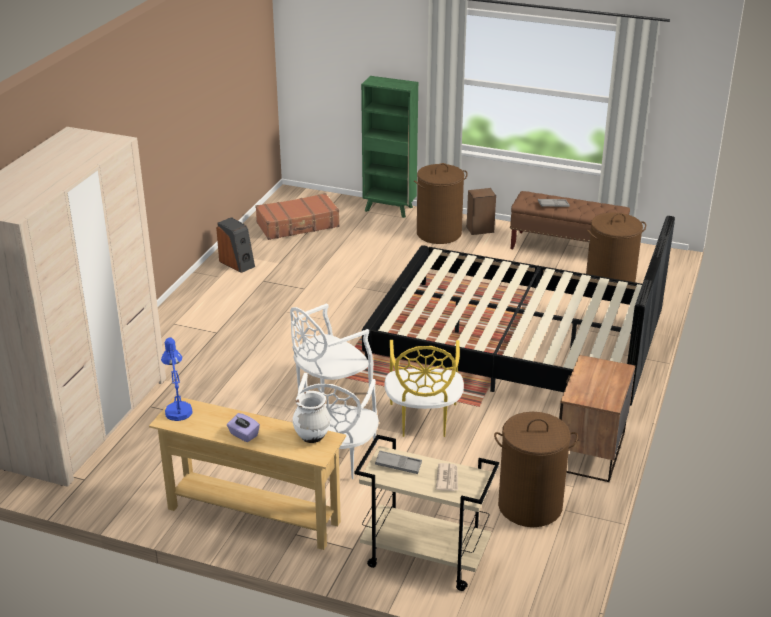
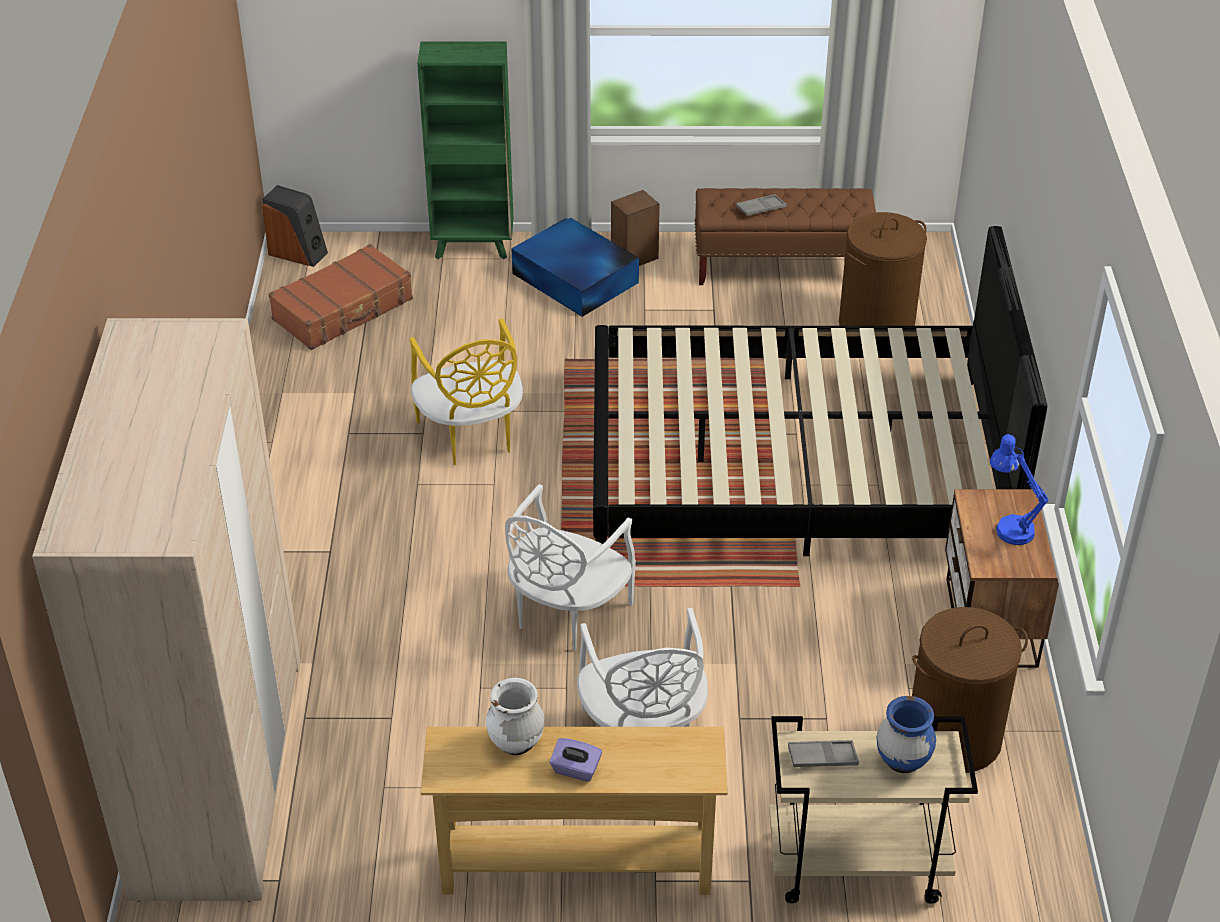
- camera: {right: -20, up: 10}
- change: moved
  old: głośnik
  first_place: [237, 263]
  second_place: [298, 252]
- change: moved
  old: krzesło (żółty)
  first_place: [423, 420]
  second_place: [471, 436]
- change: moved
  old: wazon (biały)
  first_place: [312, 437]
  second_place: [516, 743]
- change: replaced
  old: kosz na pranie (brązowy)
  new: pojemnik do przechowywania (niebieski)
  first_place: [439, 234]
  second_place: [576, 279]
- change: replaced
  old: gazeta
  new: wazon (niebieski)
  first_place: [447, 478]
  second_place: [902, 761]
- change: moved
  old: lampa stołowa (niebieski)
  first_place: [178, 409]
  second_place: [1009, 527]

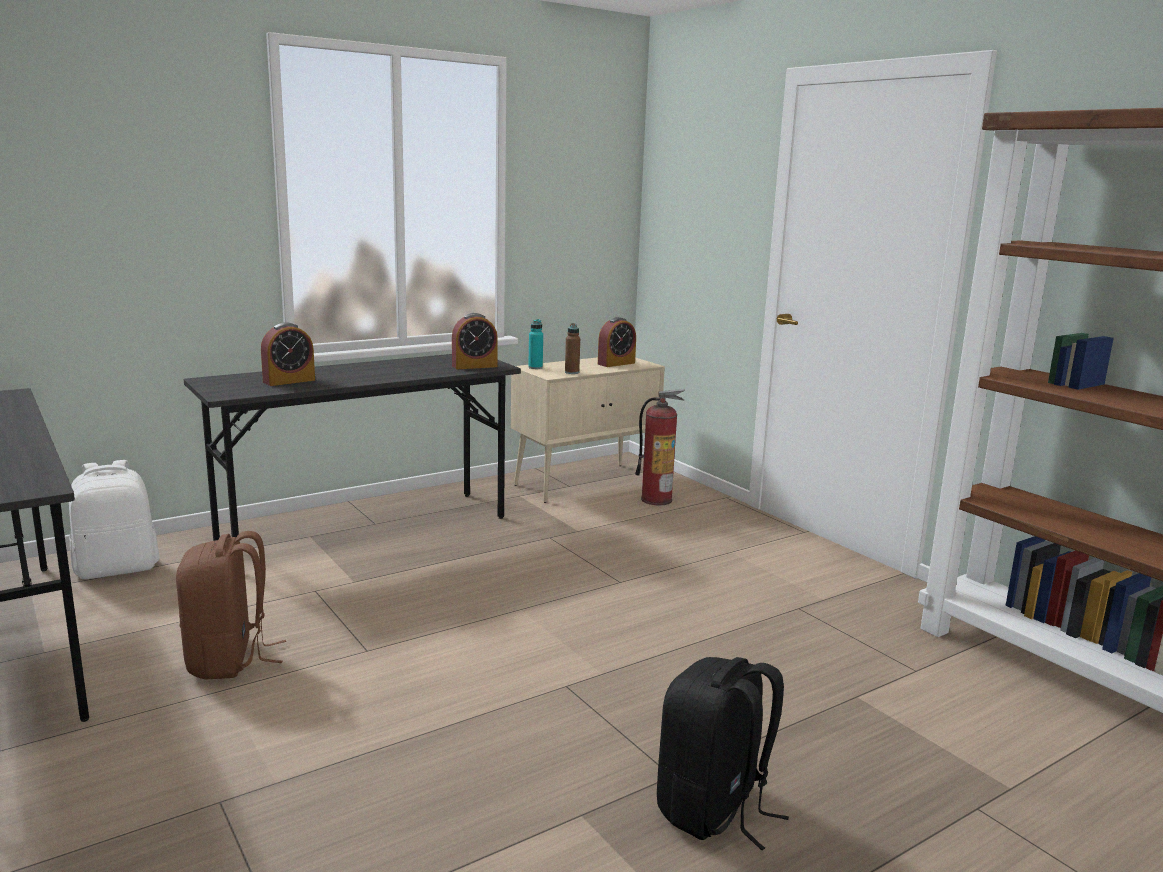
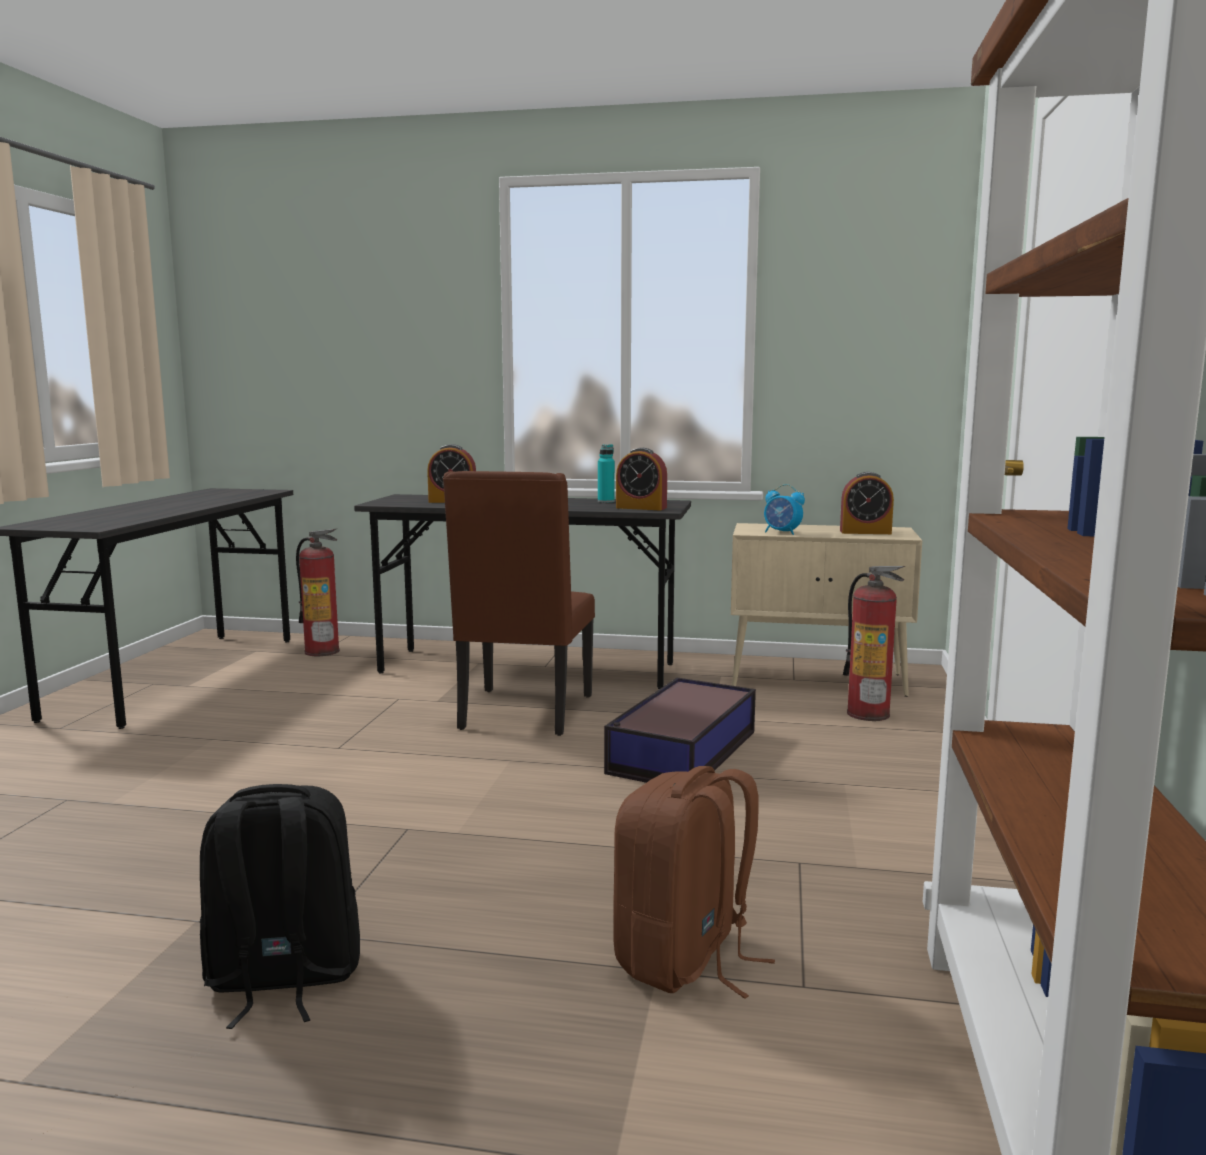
- camera: {right: 45, up: -5}
- change: replaced
  old: plecak (biały)
  new: gaśnica
  first_place: [117, 569]
  second_place: [322, 651]
- change: added
  new: krzesło (brązowy)
  second_place: [524, 713]
- change: moved
  old: butelka (turkusowy)
  first_place: [535, 367]
  second_place: [606, 501]
- change: added
  new: pojemnik do przechowywania
  second_place: [681, 752]
- change: moved
  old: plecak (brązowy)
  first_place: [229, 660]
  second_place: [685, 960]
- change: replaced
  old: butelka (brązowy)
  new: budzik
  first_place: [572, 372]
  second_place: [782, 533]

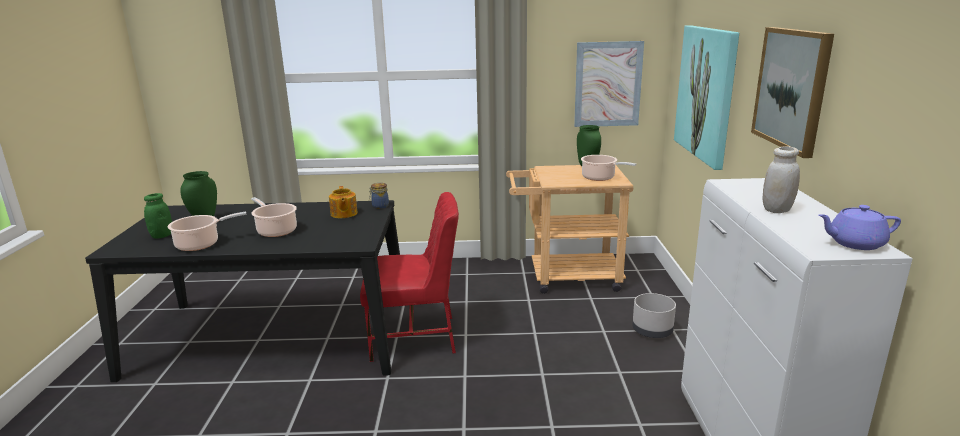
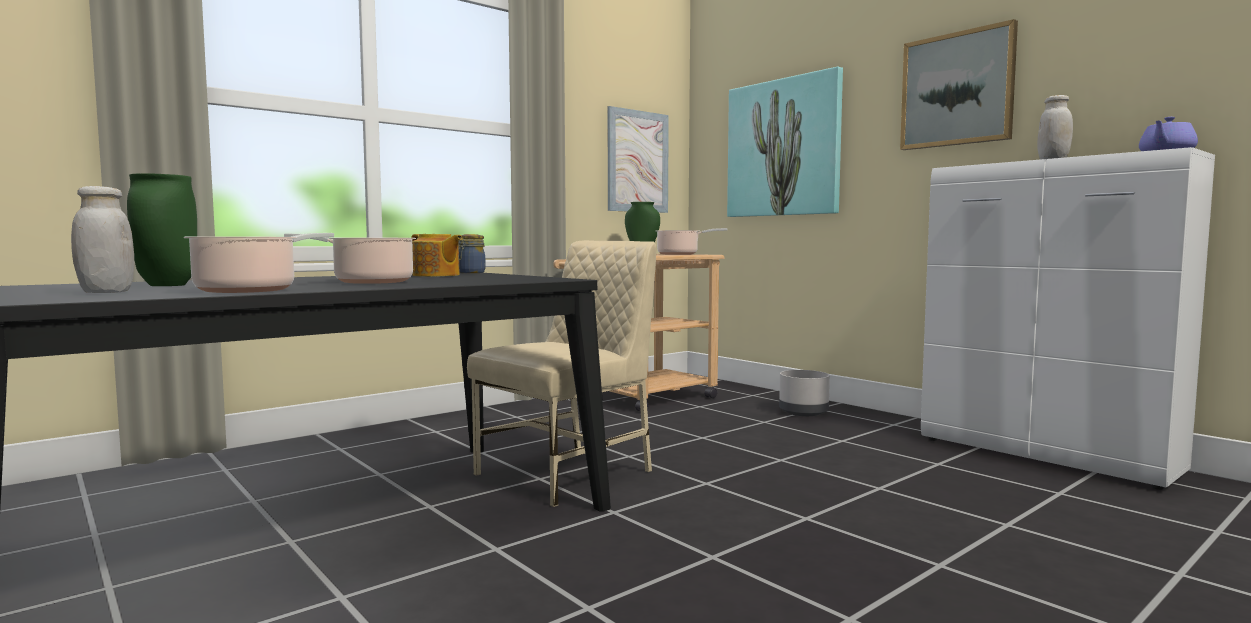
- camera: {right: -40, up: -15}
- change: recoloured
  old: słoik (zielony)
  new: słoik (biały)
  first_place: [162, 235]
  second_place: [106, 292]
- change: recoloured
  old: krzesło (czerwony)
  new: krzesło (beżowy)
  first_place: [415, 337]
  second_place: [568, 472]

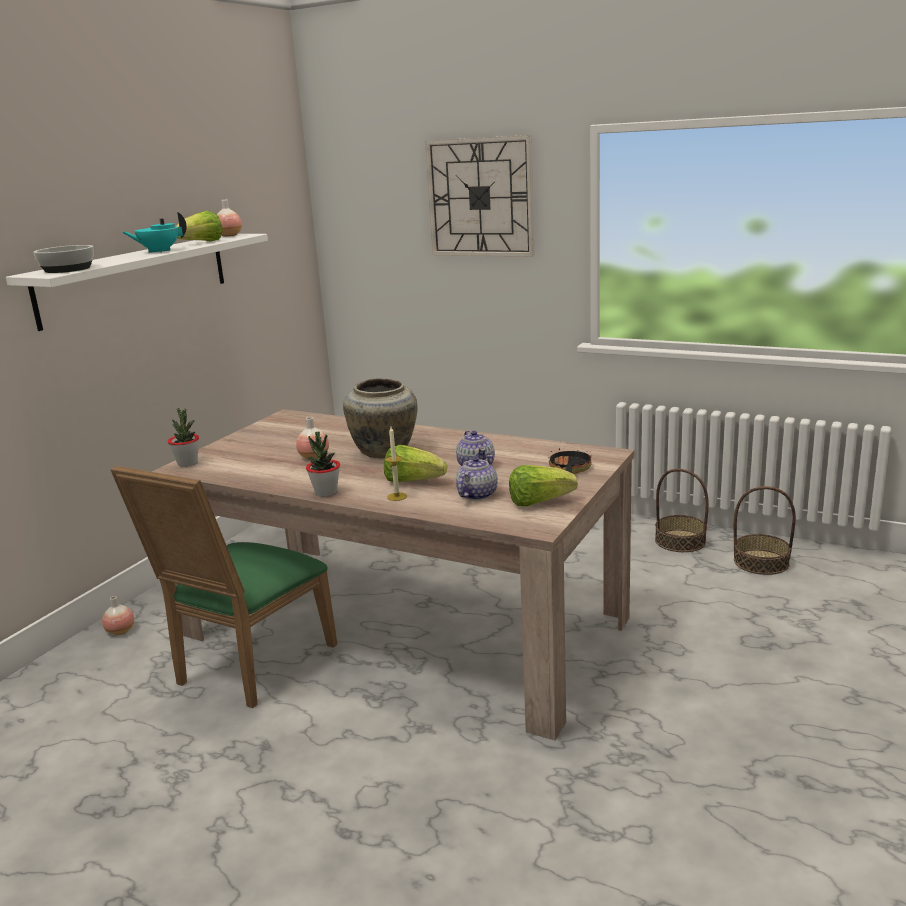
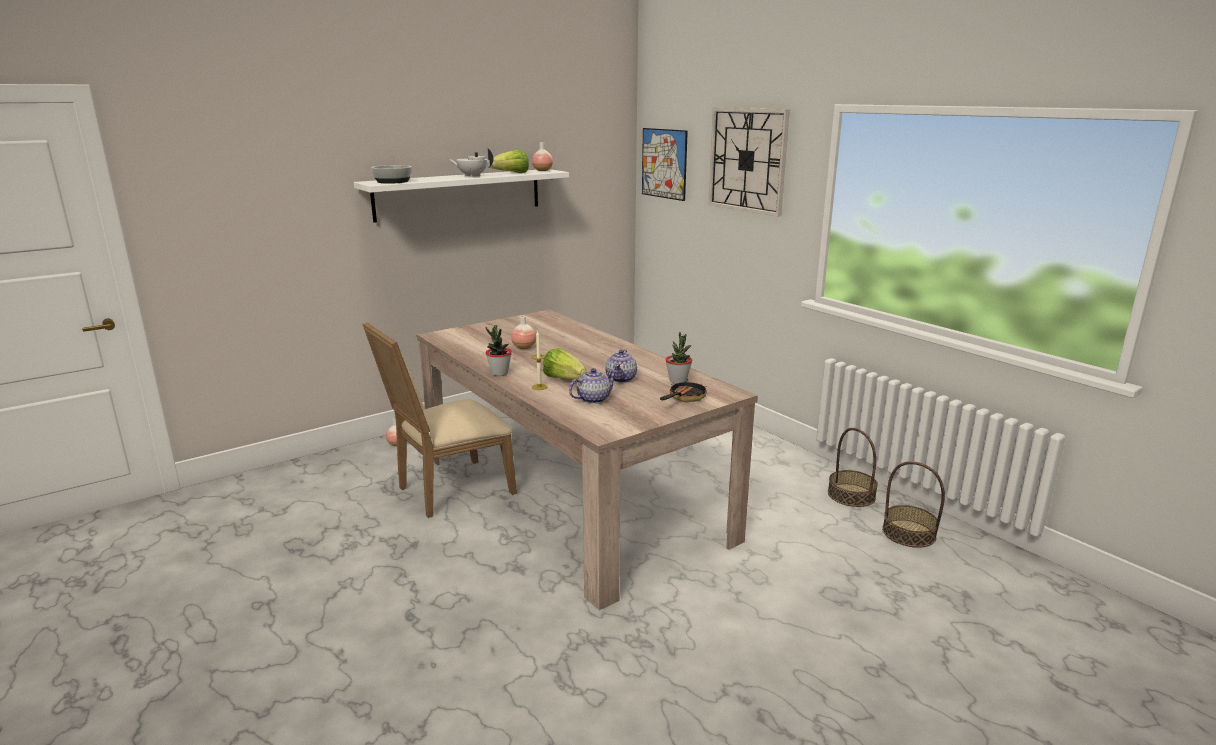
- camera: {right: 25, up: 0}
- change: recoloured
  old: krzesło (zielony)
  new: krzesło (beżowy)
  first_place: [248, 667]
  second_place: [449, 490]
- change: recoloured
  old: imbryk (turkusowy)
  new: imbryk (biały)
  first_place: [159, 251]
  second_place: [472, 176]
- change: added
  new: obraz
  second_place: [664, 163]
- change: moved
  old: roślina doniczkowa
  first_place: [187, 463]
  second_place: [678, 381]
- change: removed
  old: wazon (beżowy)
  first_place: [384, 452]
- change: removed
  old: sałata
  first_place: [539, 502]

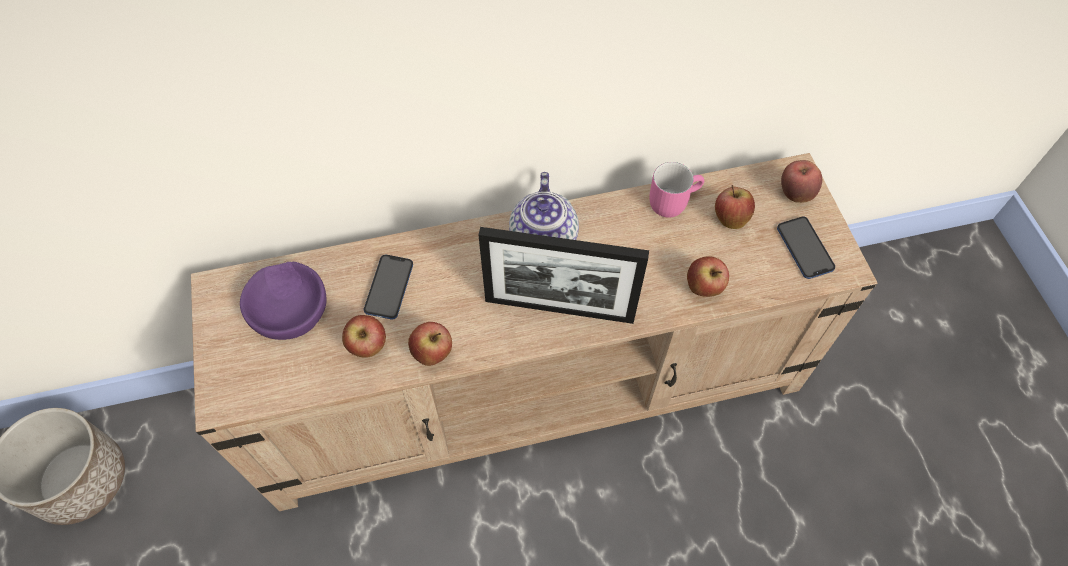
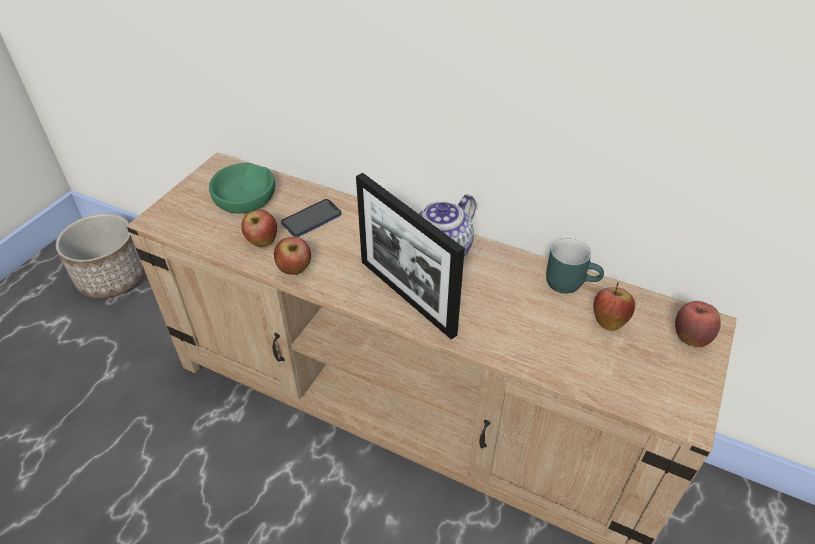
- camera: {right: 40, up: -15}
- change: recoloured
  old: miska (fioletowy)
  new: miska (zielony)
  first_place: [287, 306]
  second_place: [244, 195]
- change: recoloured
  old: kubek (różowy)
  new: kubek (turkusowy)
  first_place: [671, 200]
  second_place: [570, 281]
- change: removed
  old: jabłko
  first_place: [703, 288]
- change: removed
  old: telefon
  first_place: [804, 248]

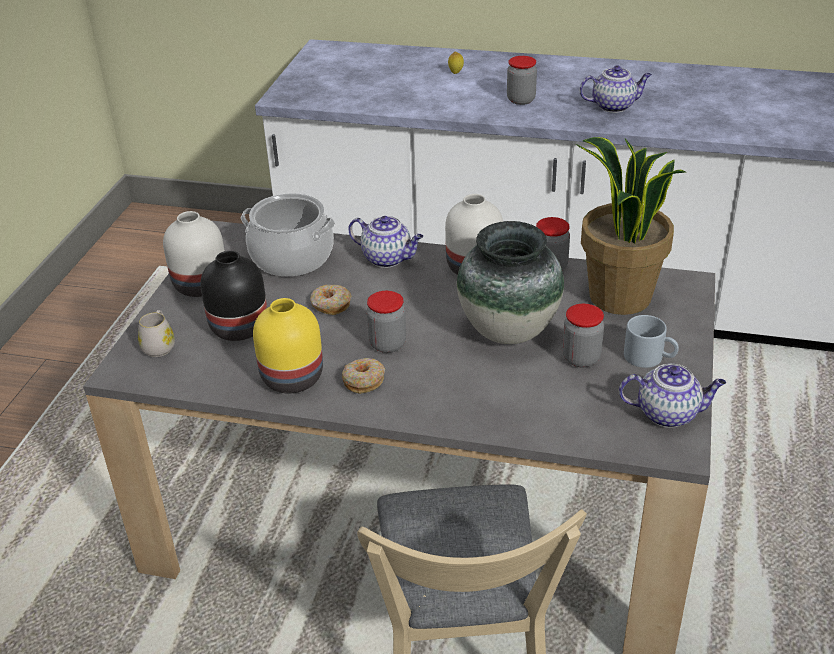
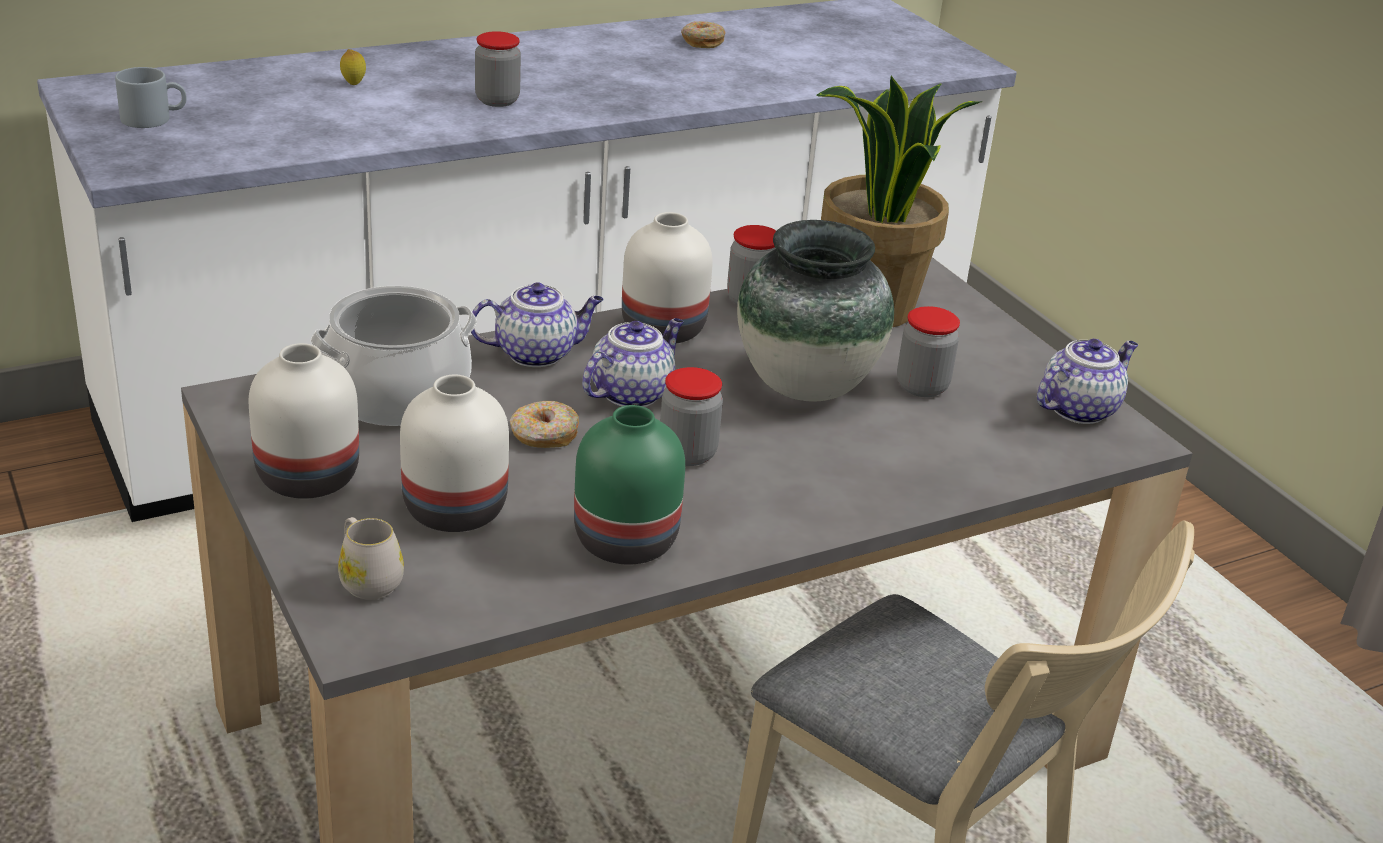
- camera: {right: -45, up: -5}
- change: moved
  old: kubek (szary)
  first_place: [650, 357]
  second_place: [154, 118]
- change: recoloured
  old: wazon (czarny)
  new: wazon (biały)
  first_place: [239, 326]
  second_place: [452, 509]
- change: recoloured
  old: wazon (żółty)
  new: wazon (zielony)
  first_place: [291, 379]
  second_place: [626, 543]
- change: moved
  old: imbryk
  first_place: [614, 106]
  second_place: [632, 392]
- change: moved
  old: donut
  first_place: [363, 381]
  second_place: [702, 42]

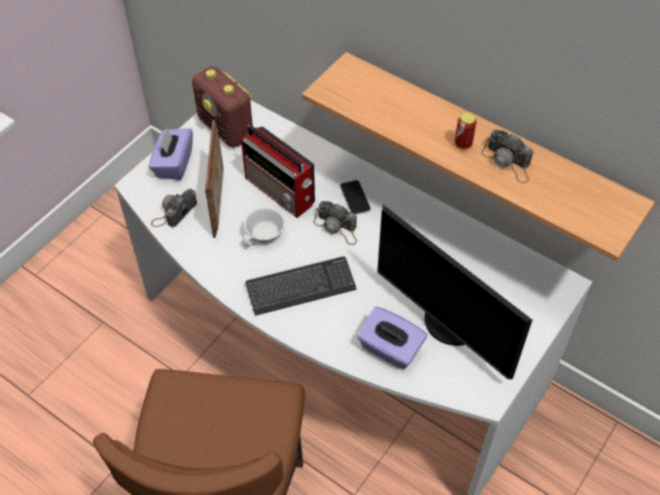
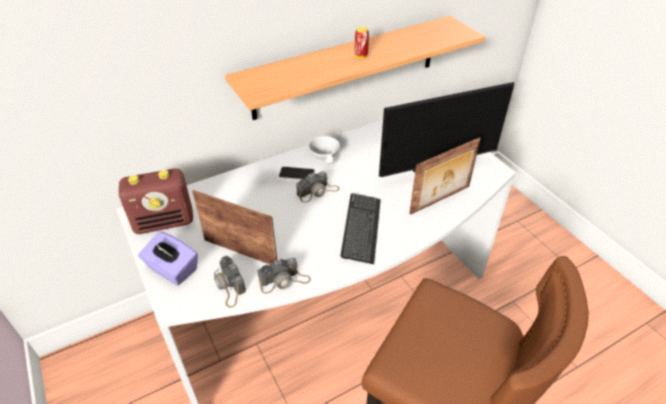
- camera: {right: -65, up: -10}
- change: moved
  old: aparat fotograficzny
  first_place: [507, 162]
  second_place: [284, 281]
- change: moved
  old: filiżanka (biały)
  first_place: [265, 236]
  second_place: [325, 156]
- change: replaced
  old: pudełko chusteczek (fioletowy)
  new: ramka na zdjęcie
  first_place: [390, 349]
  second_place: [440, 200]
- change: removed
  old: radio
  first_place: [280, 192]

